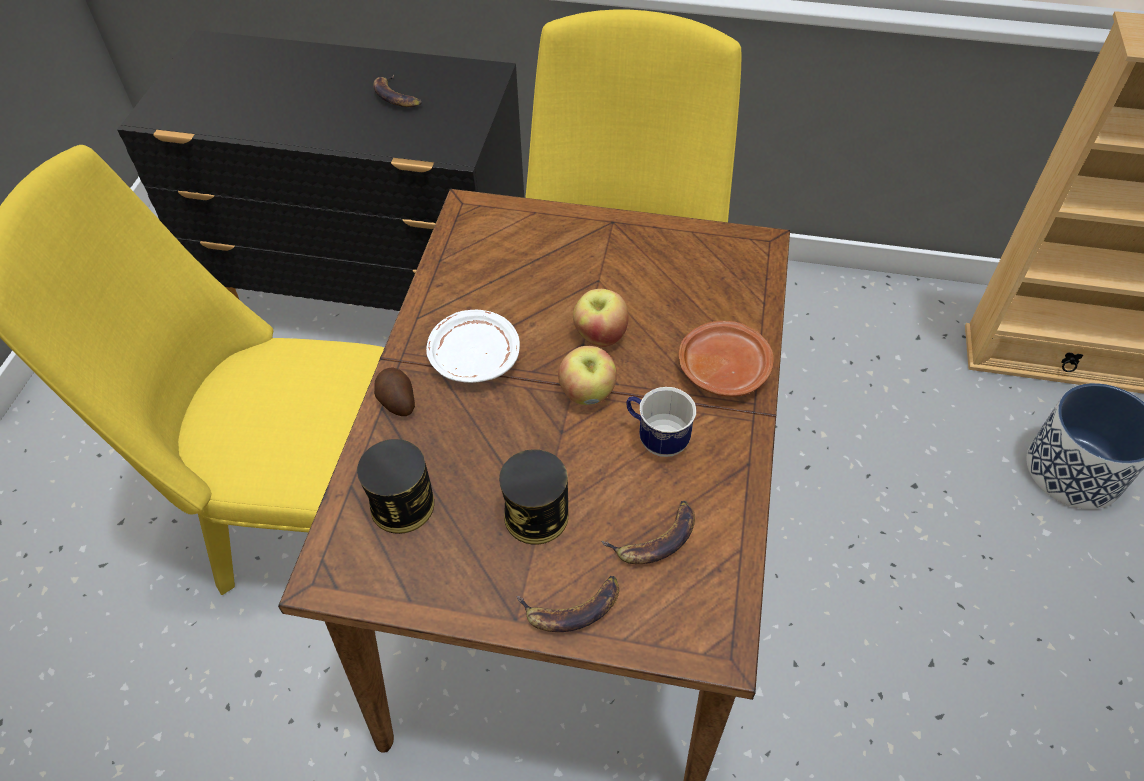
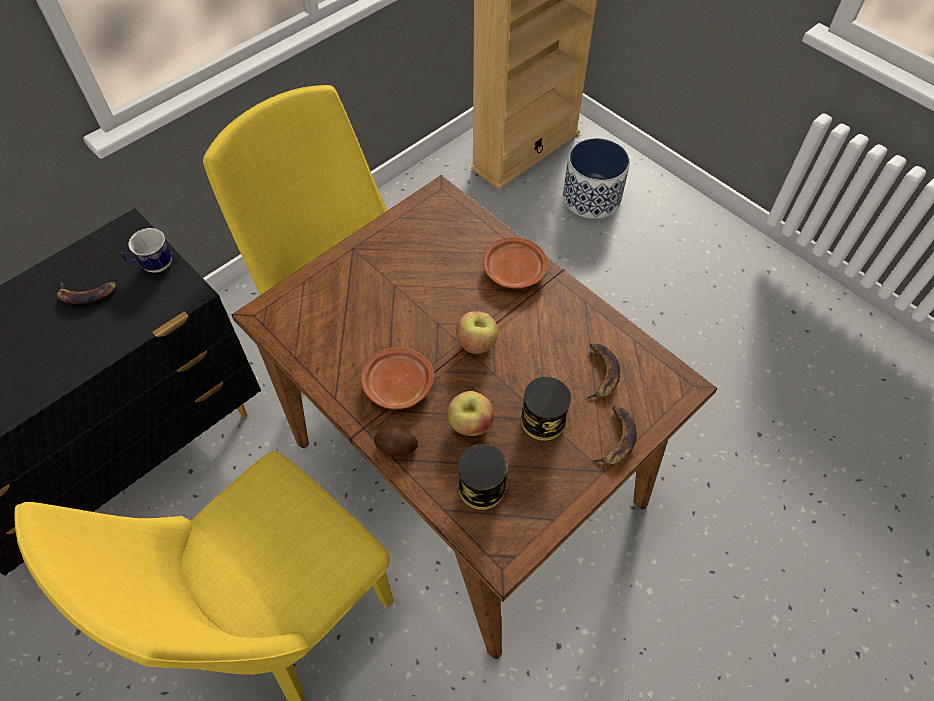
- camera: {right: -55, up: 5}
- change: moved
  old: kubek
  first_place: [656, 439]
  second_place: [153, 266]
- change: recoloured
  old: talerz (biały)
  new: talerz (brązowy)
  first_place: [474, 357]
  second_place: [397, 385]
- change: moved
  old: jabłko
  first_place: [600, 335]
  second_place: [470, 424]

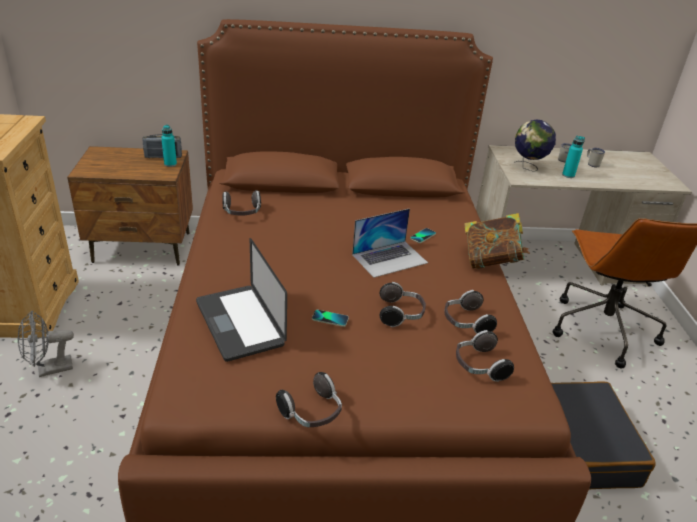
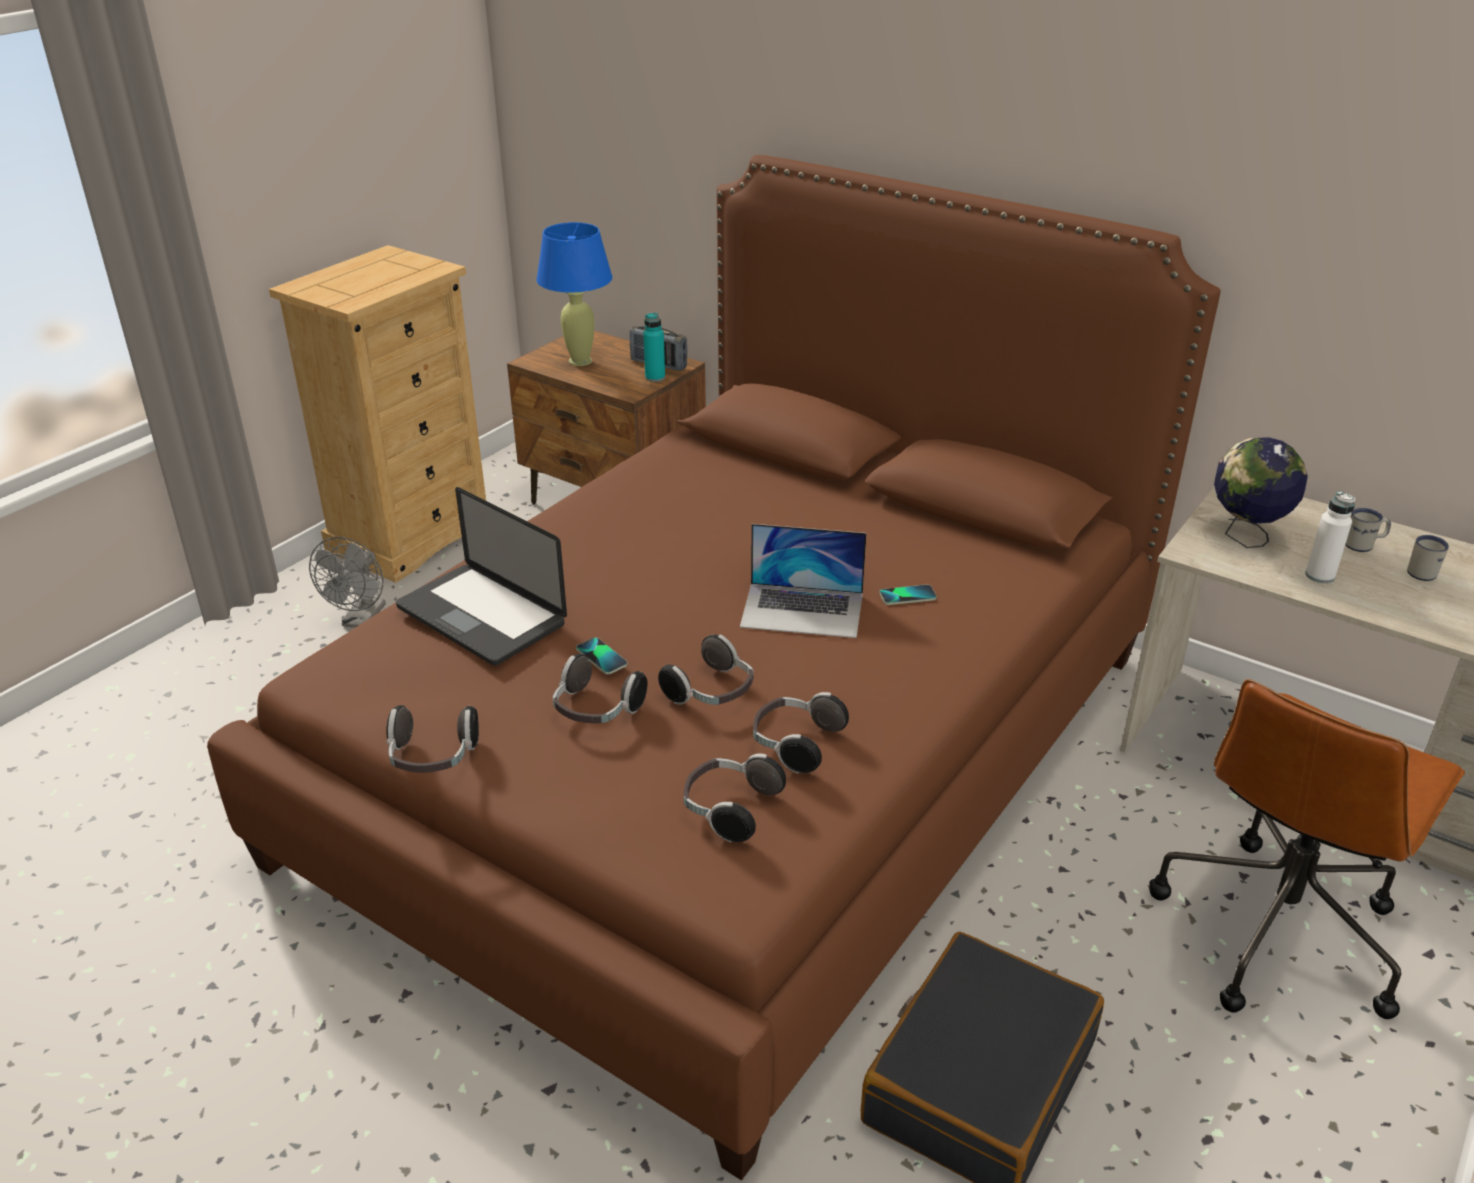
- camera: {right: 40, up: 0}
- change: turned
  old: wentylator (szary)
  first_place: [49, 369]
  second_place: [361, 620]
  degrees: -90
- change: turned
  old: laptop
  first_place: [239, 323]
  second_place: [481, 616]
  degrees: -60
- change: added
  new: lampa stołowa (niebieski)
  second_place: [580, 361]
- change: moved
  old: słuchawki
  first_place: [242, 213]
  second_place: [596, 711]
- change: recoloured
  old: butelka (turkusowy)
  new: butelka (biały)
  first_place: [568, 175]
  second_place: [1319, 576]
- change: removed
  old: książka
  first_place: [491, 261]

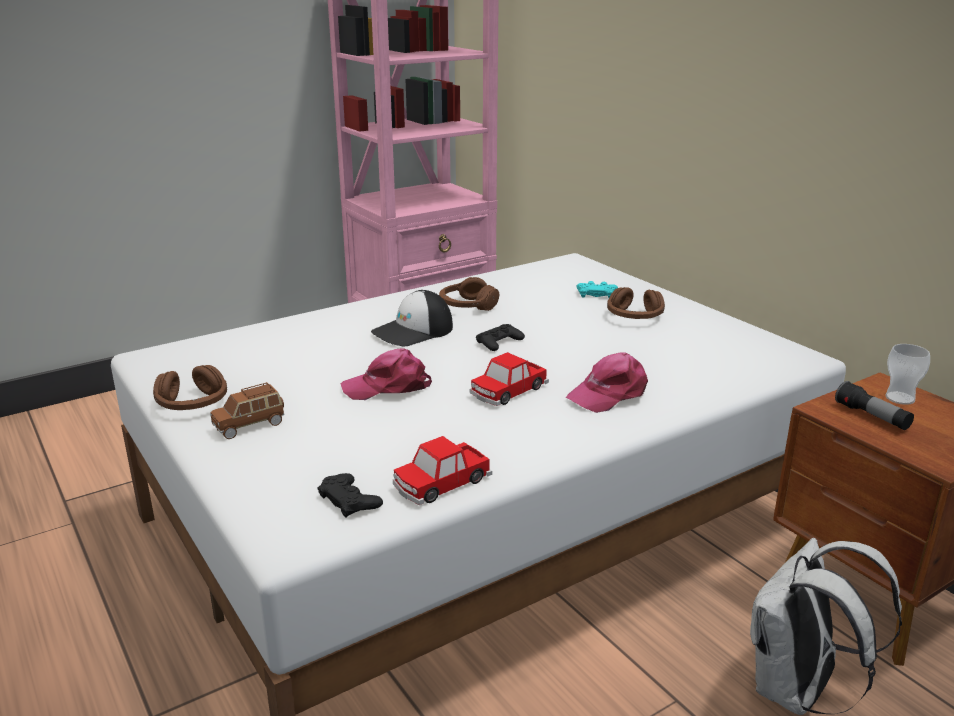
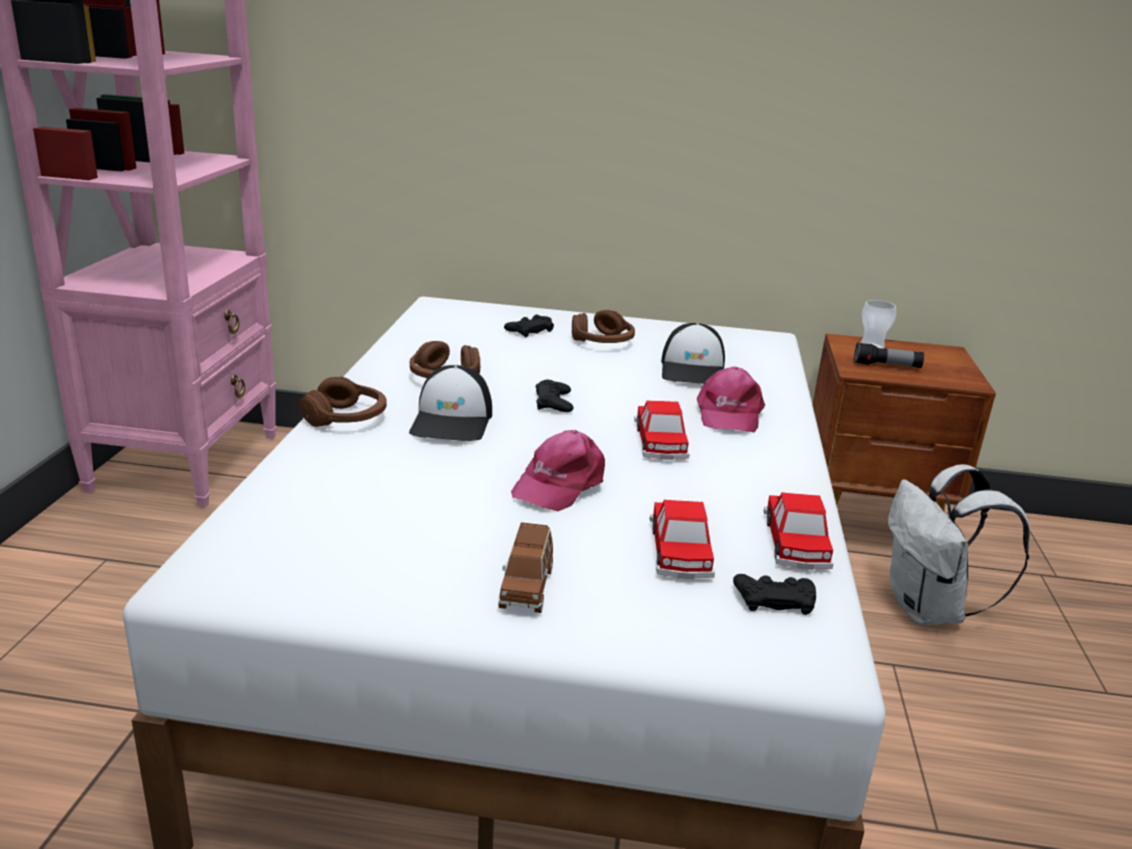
- camera: {right: -50, up: 0}
- change: moved
  old: słuchawki (brązowy)
  first_place: [193, 404]
  second_place: [346, 418]
- change: recoloured
  old: pad do gier (turkusowy)
  new: pad do gier (czarny)
  first_place: [596, 294]
  second_place: [529, 330]
- change: added
  new: samochodzik
  second_place: [680, 551]
- change: added
  new: czapka z daszkiem
  second_place: [693, 370]

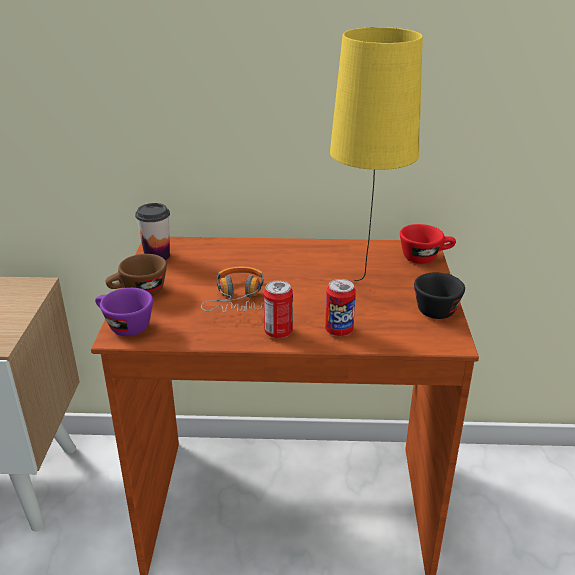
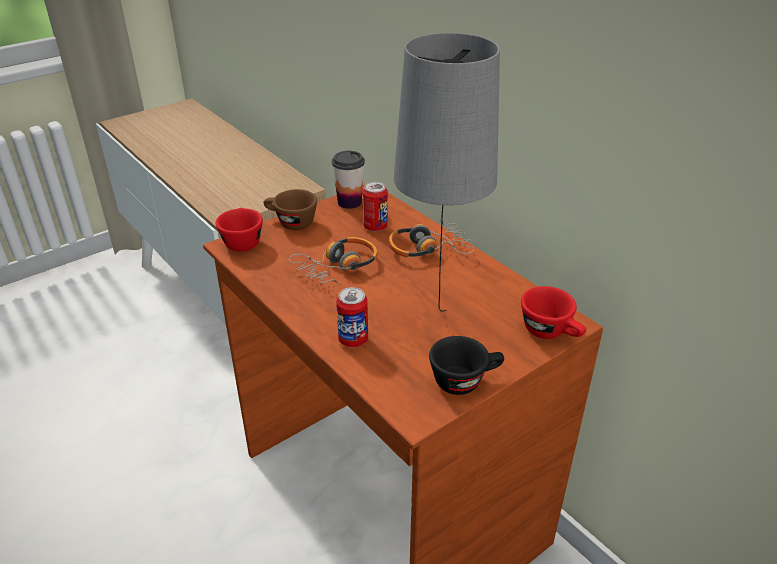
- camera: {right: 50, up: 5}
- change: recoloured
  old: filiżanka (fioletowy)
  new: filiżanka (czerwony)
  first_place: [124, 326]
  second_place: [241, 241]
- change: moved
  old: puszka
  first_place: [278, 332]
  second_place: [375, 227]
- change: added
  new: słuchawki
  second_place: [428, 248]
- change: recoloured
  old: lampa stołowa (żółty)
  new: lampa stołowa (szary)
  first_place: [365, 290]
  second_place: [437, 324]

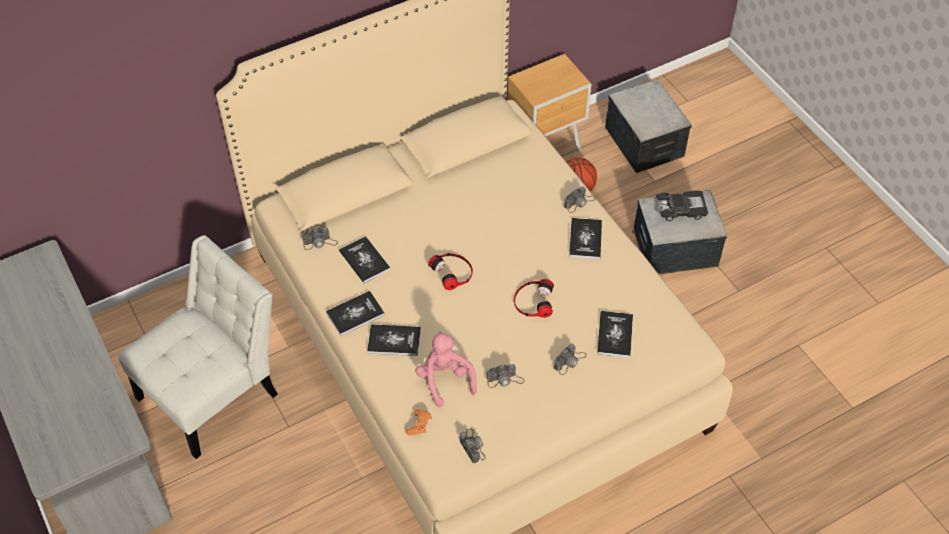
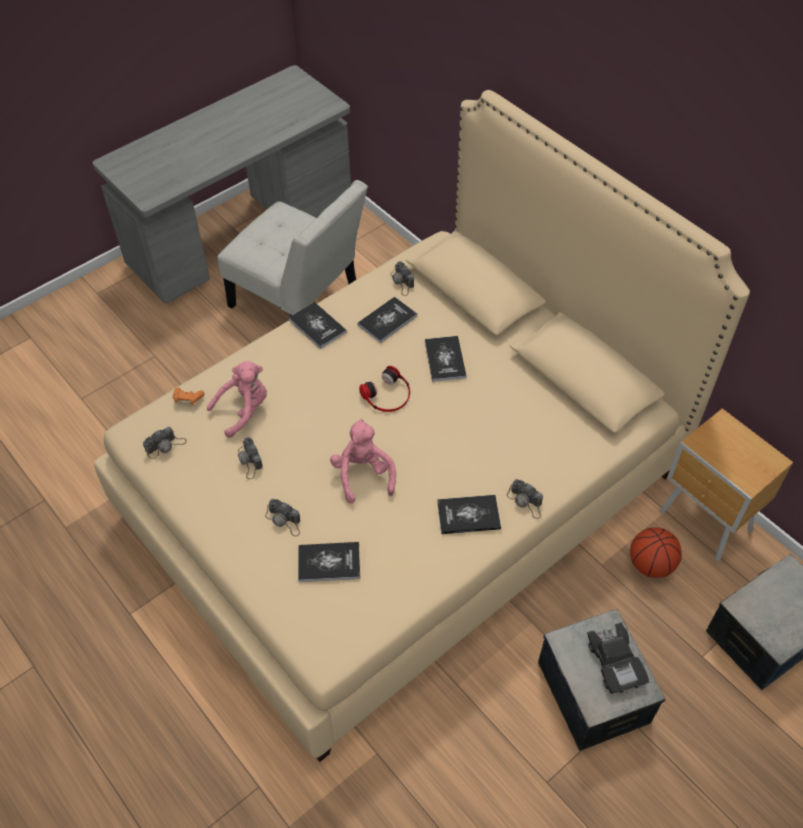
- camera: {right: 80, up: 0}
- change: replaced
  old: słuchawki
  new: pluszak (różowy)
  first_place: [533, 301]
  second_place: [363, 475]
- change: moved
  old: książka
  first_place: [394, 341]
  second_place: [445, 359]

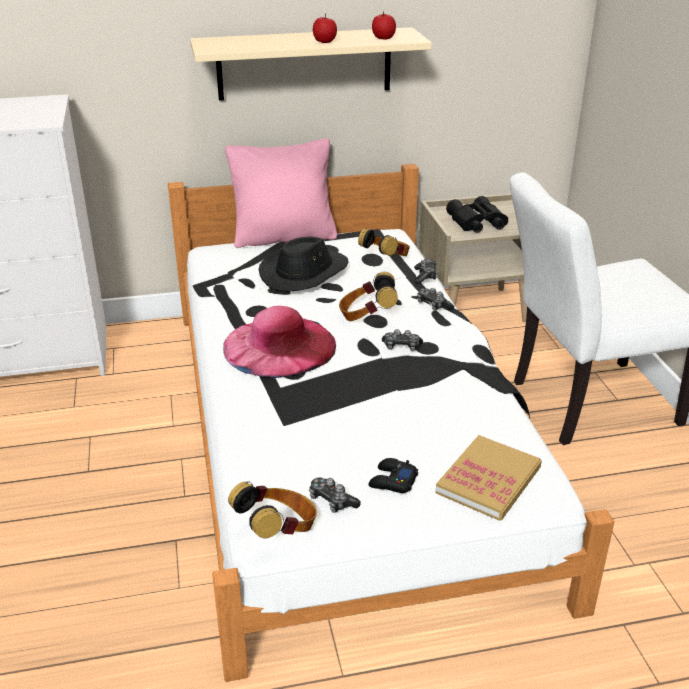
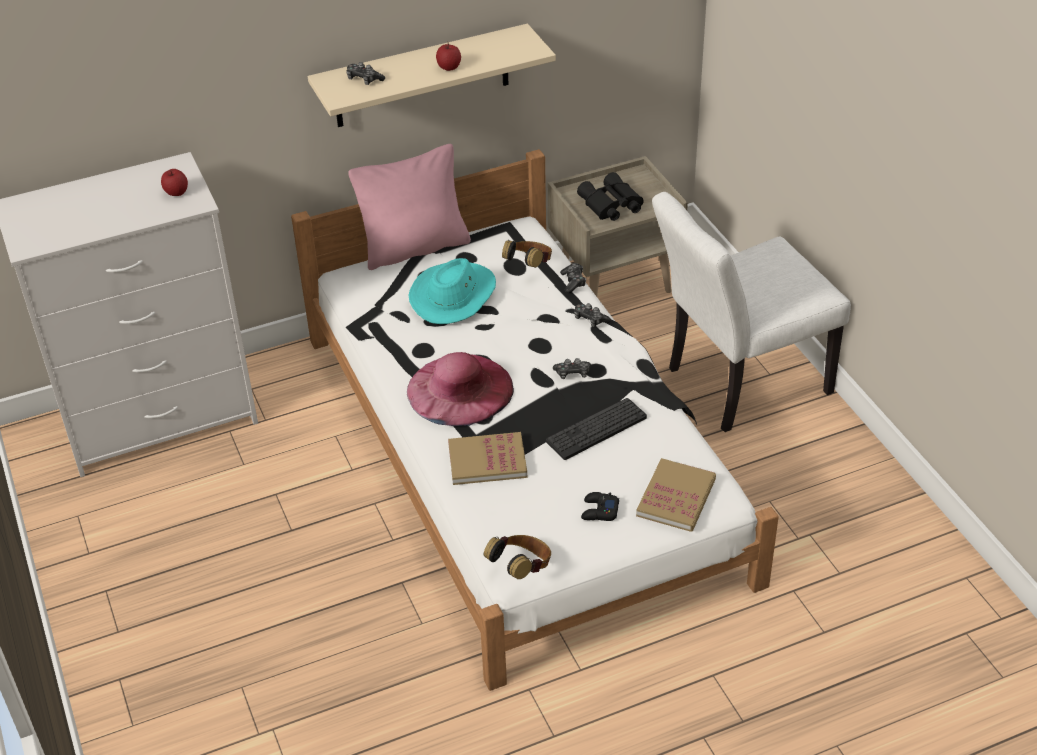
- camera: {right: -10, up: 10}
- change: moved
  old: jabłko
  first_place: [383, 38]
  second_place: [176, 192]
- change: moved
  old: pad do gier
  first_place: [332, 501]
  second_place: [364, 79]
- change: recoloured
  old: kapelusz (czarny)
  new: kapelusz (turkusowy)
  first_place: [304, 272]
  second_place: [454, 295]
- change: added
  new: książka
  second_place: [487, 461]
- change: added
  new: klawiatura
  second_place: [596, 429]
- change: removed
  old: słuchawki
  first_place: [367, 316]

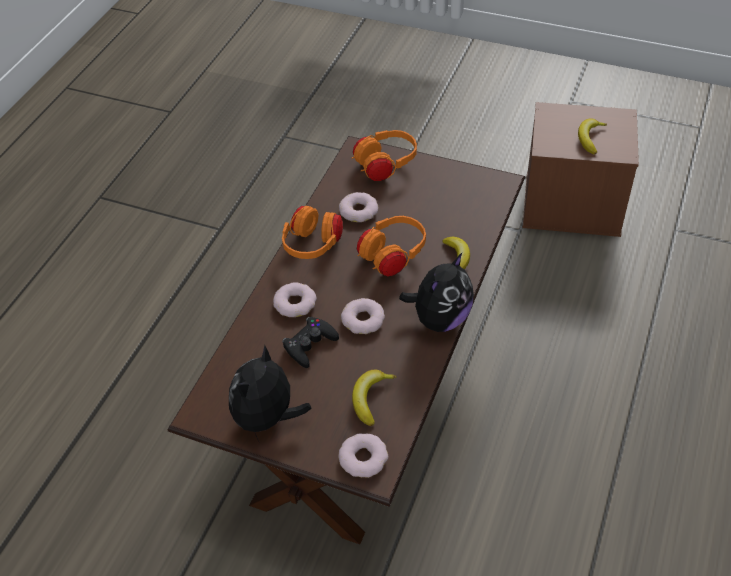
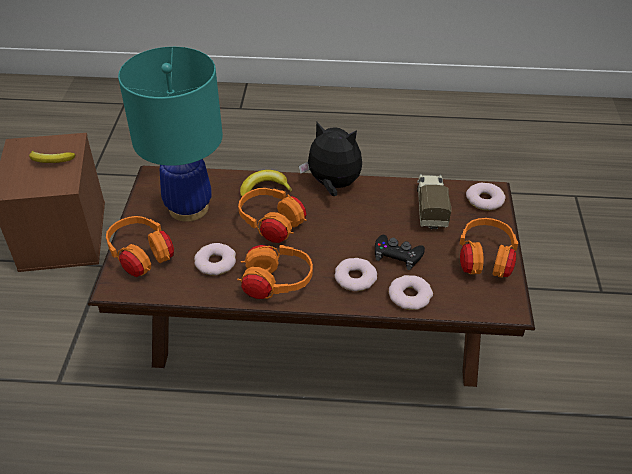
- camera: {right: -110, up: -5}
- change: added
  new: lampa stołowa (turkusowy)
  second_place: [189, 208]
- change: moved
  old: donut
  first_place: [363, 319]
  second_place: [410, 296]
- change: replaced
  old: banan
  new: ciężarówka zabawkowa
  first_place: [370, 398]
  second_place: [431, 207]
- change: replaced
  old: pluszak
  new: słuchawki (pomarańczowy)
  first_place: [268, 418]
  second_place: [485, 261]

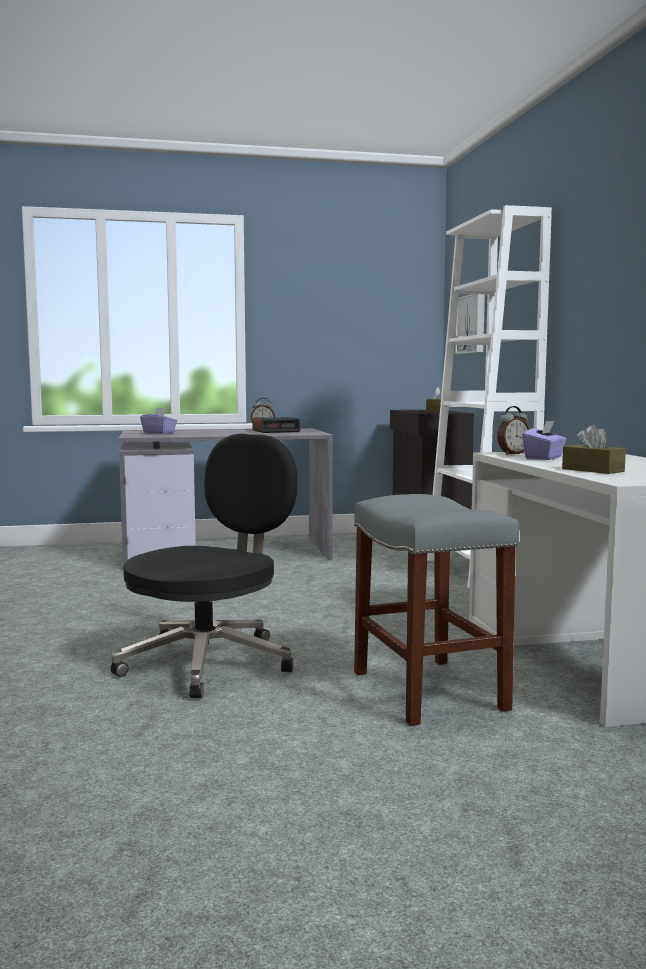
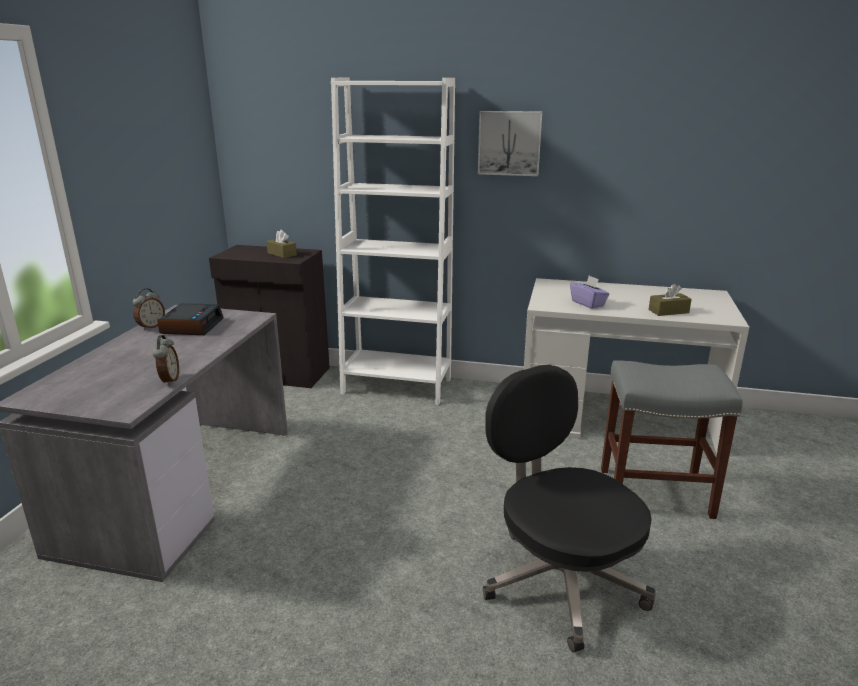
- camera: {right: -65, up: 15}
- change: moved
  old: budzik
  first_place: [512, 454]
  second_place: [169, 380]
- change: moved
  old: obraz
  first_place: [472, 324]
  second_place: [509, 143]
- change: removed
  old: pudełko chusteczek (fioletowy)
  first_place: [159, 433]

